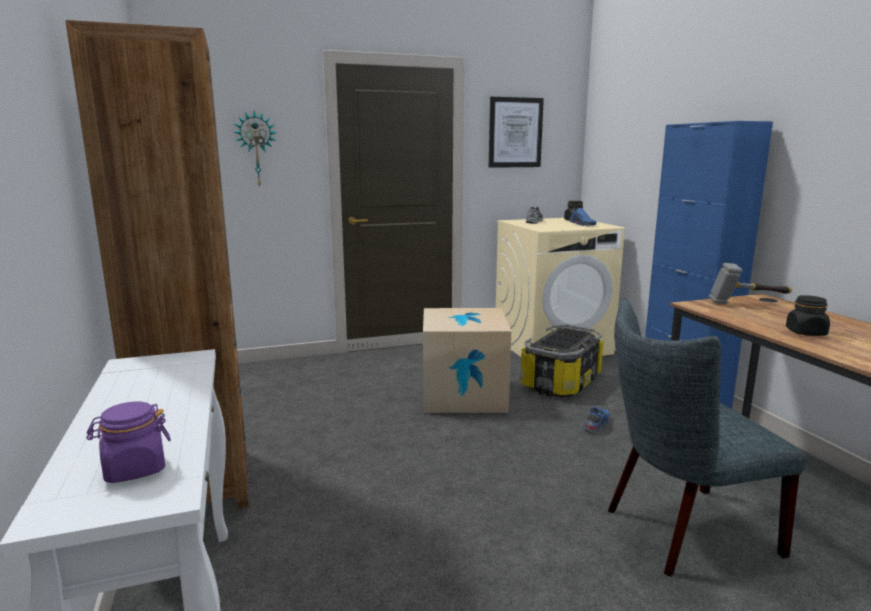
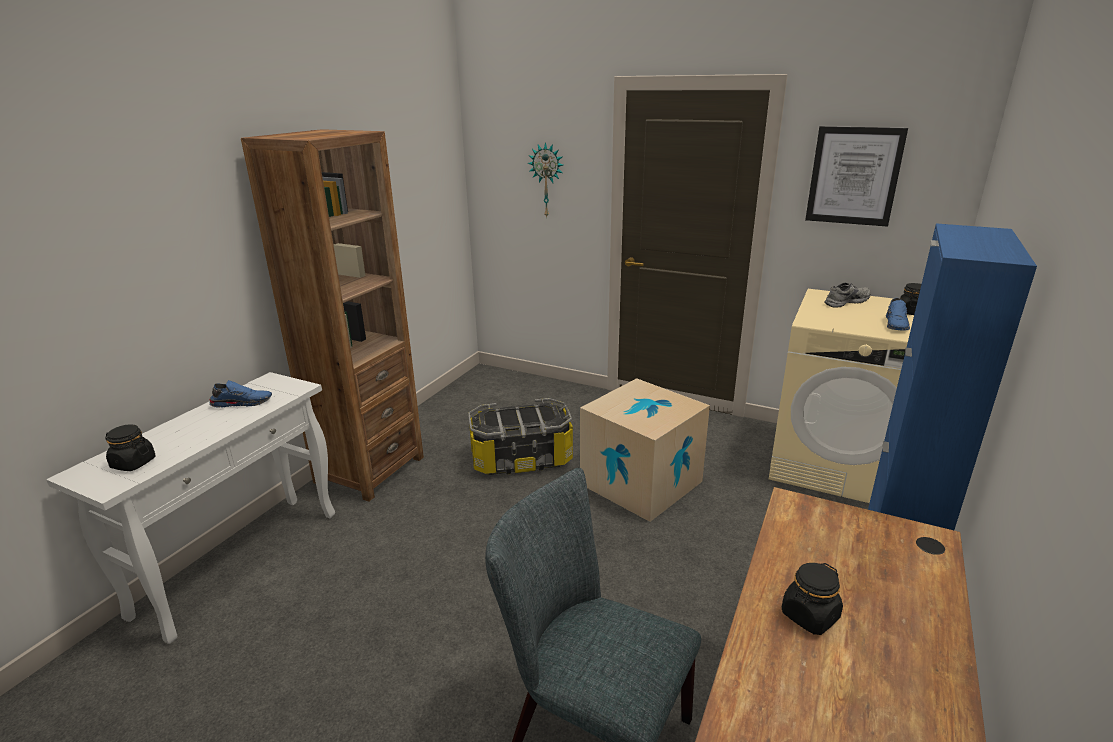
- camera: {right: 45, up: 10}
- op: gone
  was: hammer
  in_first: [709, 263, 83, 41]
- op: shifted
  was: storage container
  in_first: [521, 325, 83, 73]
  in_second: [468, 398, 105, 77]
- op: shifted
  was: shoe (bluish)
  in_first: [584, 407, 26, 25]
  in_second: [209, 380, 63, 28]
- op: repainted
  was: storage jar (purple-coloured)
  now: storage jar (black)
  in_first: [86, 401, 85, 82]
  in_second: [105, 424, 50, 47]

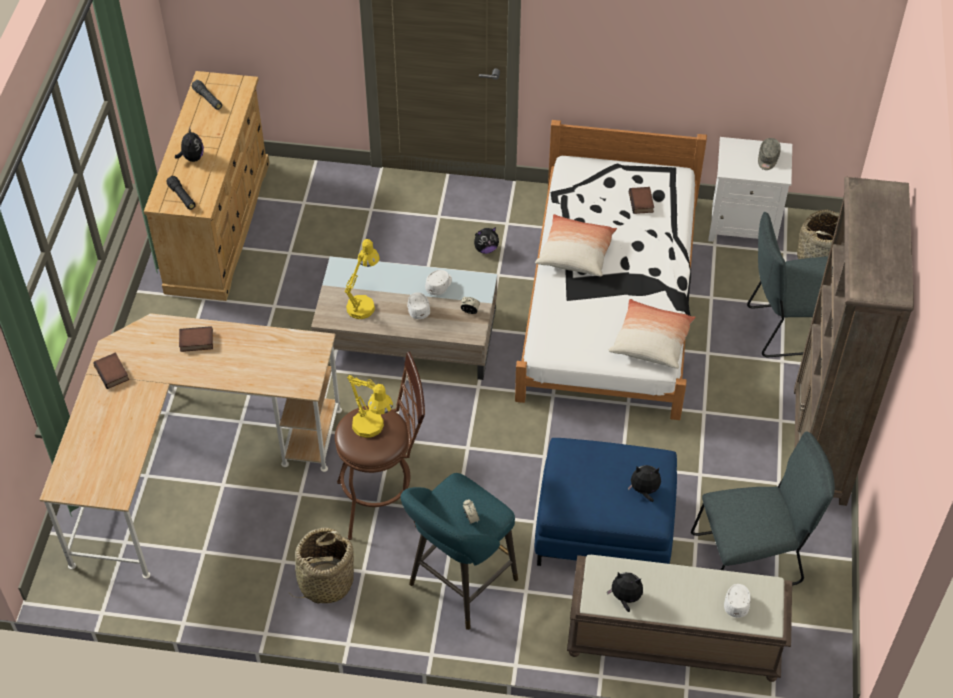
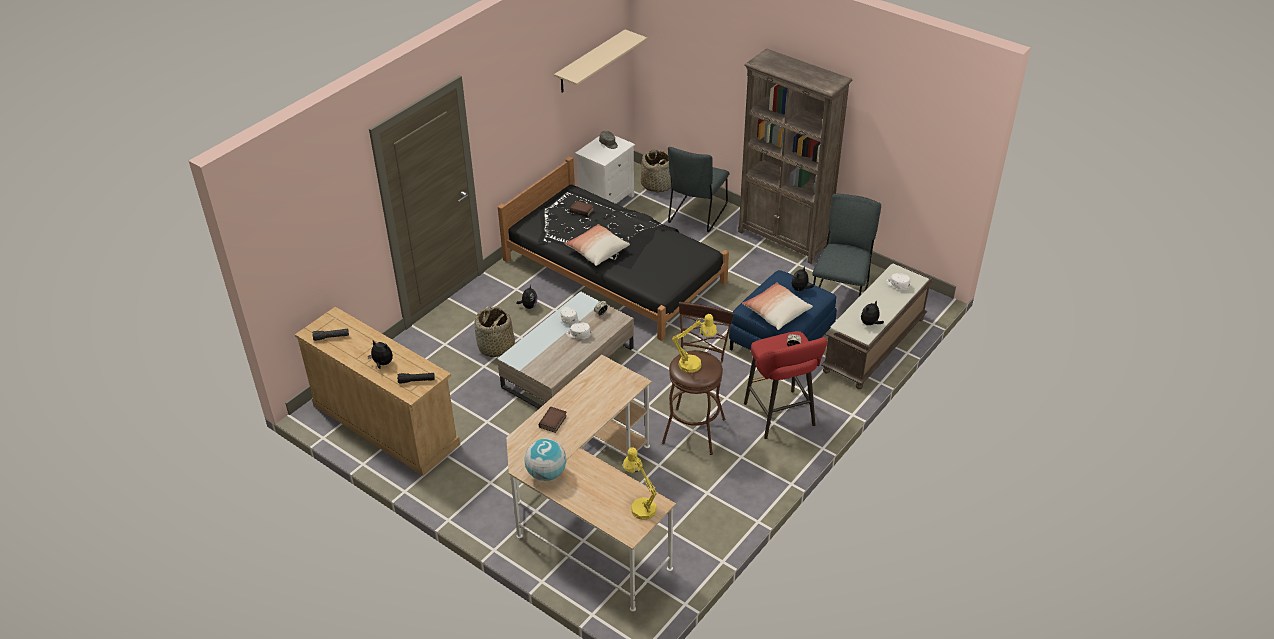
- camera: {right: -60, up: -10}
- op: new
  now: wall shelf (beige-coloured)
  in_second: [554, 29, 93, 64]
- op: shifted
  was: household basket
  in_first: [290, 528, 64, 76]
  in_second: [474, 306, 41, 52]
- op: shifted
  was: table lamp (yellow-coloured)
  in_first: [345, 239, 35, 80]
  in_second: [623, 447, 34, 73]
- op: shifted
  was: cushion
  in_first: [608, 299, 88, 70]
  in_second: [742, 282, 71, 48]
- op: swapped
  was: bound book
  now: world globe
  in_first: [93, 353, 36, 36]
  in_second: [524, 439, 42, 42]
- op: repainted
  was: stool (blue-green)
  now: stool (red-coloured)
  in_first: [401, 473, 117, 157]
  in_second: [744, 331, 83, 108]
- op: repainted
  was: bedroom bed (white-coloured)
  now: bedroom bed (black)
  in_first: [515, 120, 192, 300]
  in_second: [498, 156, 231, 185]

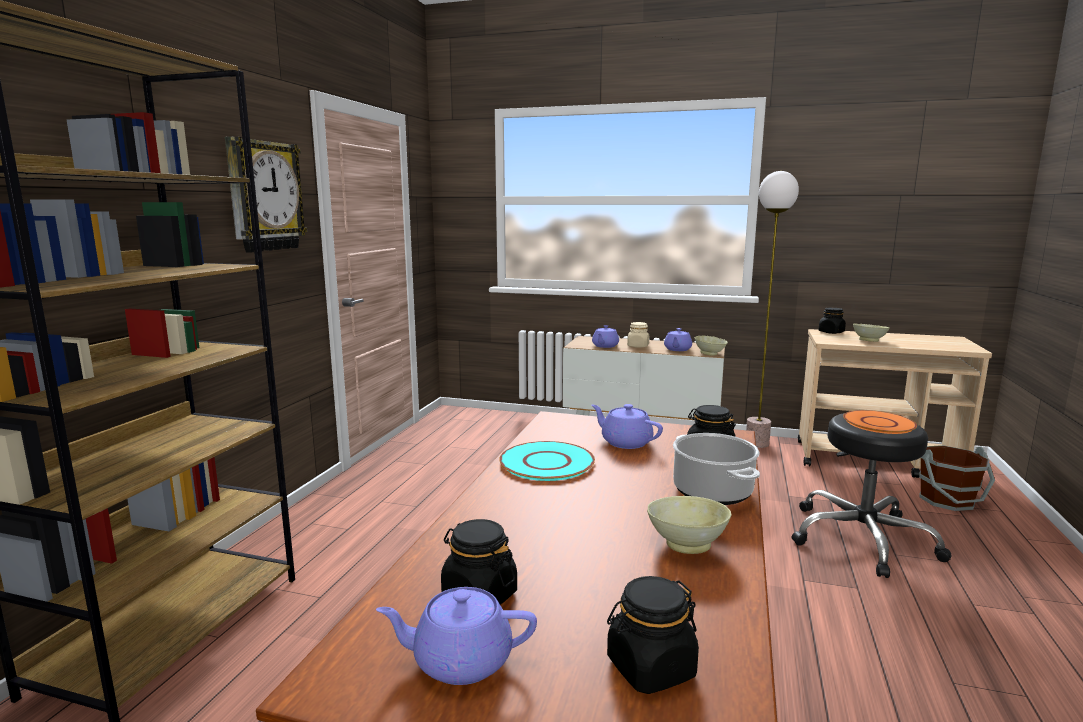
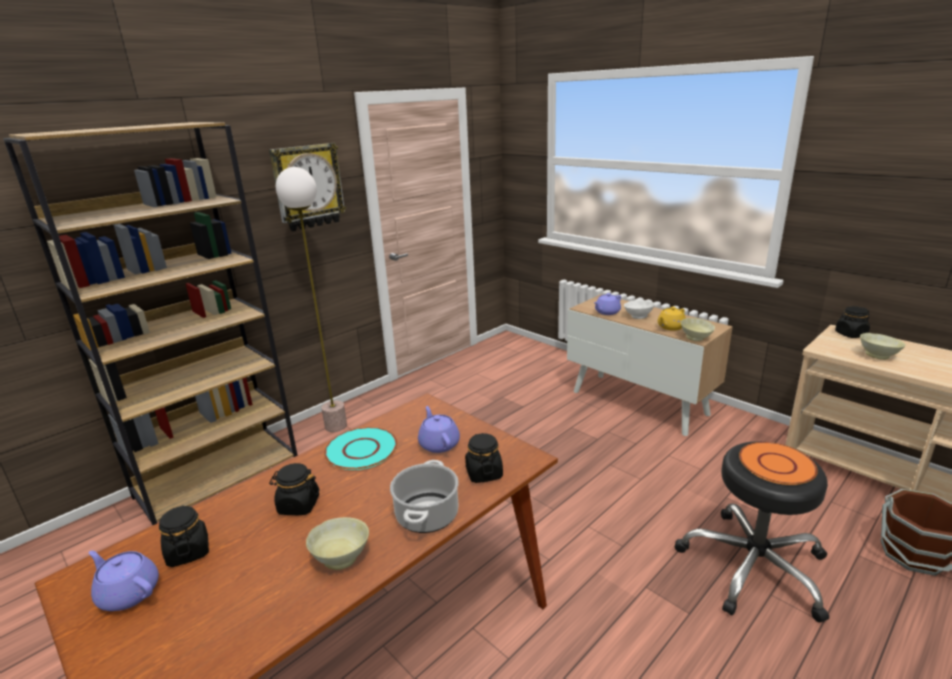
- camera: {right: 30, up: 10}
- op: shifted
  was: storage jar (black)
  in_first: [607, 576, 92, 118]
  in_second: [269, 463, 51, 52]
- op: shifted
  was: standard lamp
  in_first: [746, 171, 53, 277]
  in_second: [276, 167, 71, 265]
- op: swapped
  was: storage jar (beige-coloured)
  now: deep dish (white-coloured)
  in_first: [627, 322, 22, 26]
  in_second: [624, 300, 31, 19]
- op: repainted
  was: pot for tea (purple-coloured)
  now: pot for tea (yellow-coloured)
  in_first: [664, 328, 28, 23]
  in_second: [658, 307, 28, 24]

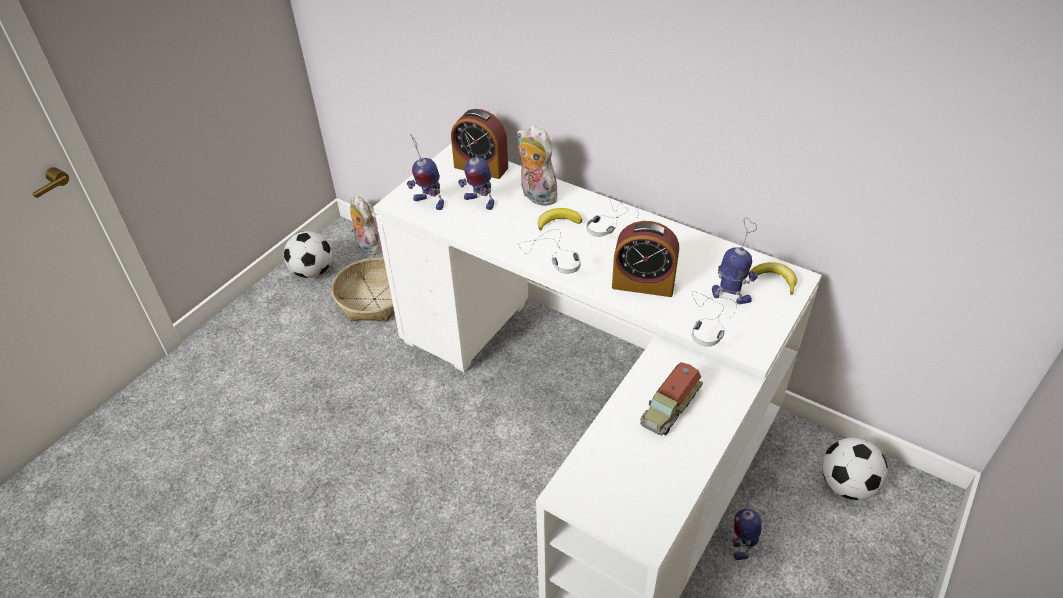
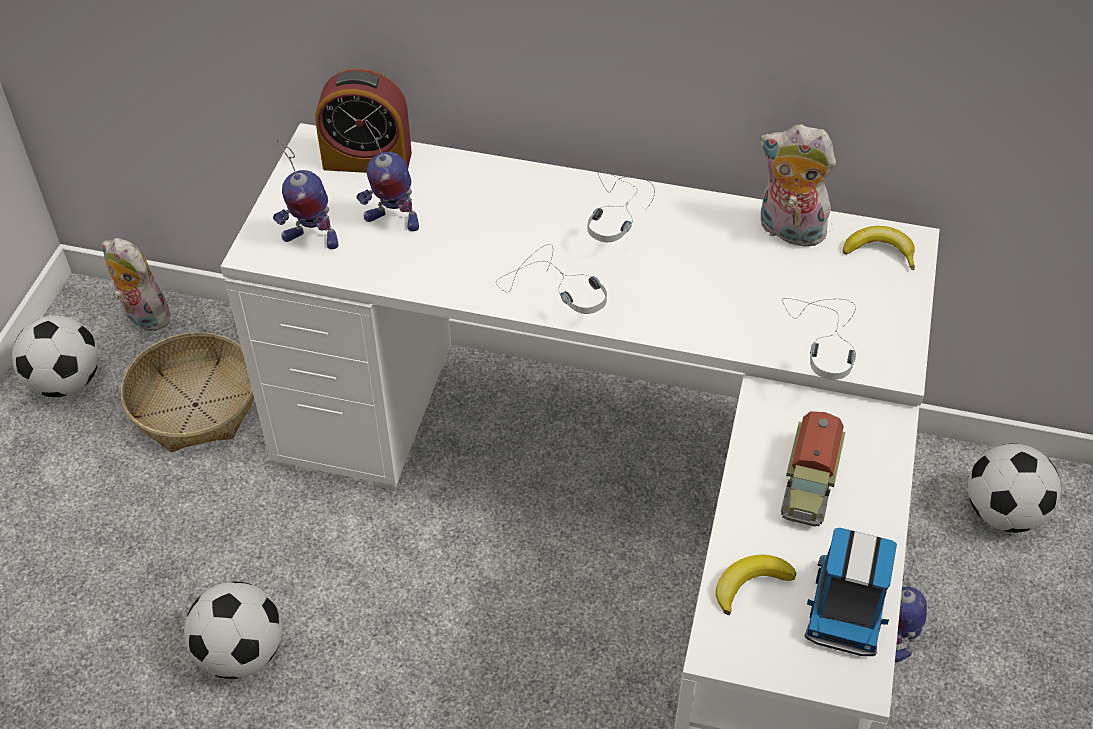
- camera: {right: -20, up: 5}
- op: gone
  was: table clock
  in_first: [612, 221, 67, 76]
- op: gone
  was: robot figure
  in_first: [712, 217, 46, 87]
- op: new
  now: football ball
  in_second: [184, 582, 98, 97]
- op: new
  now: model truck
  in_second: [804, 528, 93, 128]
- op: shifted
  was: soft toy
  in_first: [517, 125, 40, 81]
  in_second: [760, 124, 76, 123]
- op: shifted
  was: banana
  in_first: [538, 208, 44, 22]
  in_second: [716, 555, 80, 60]

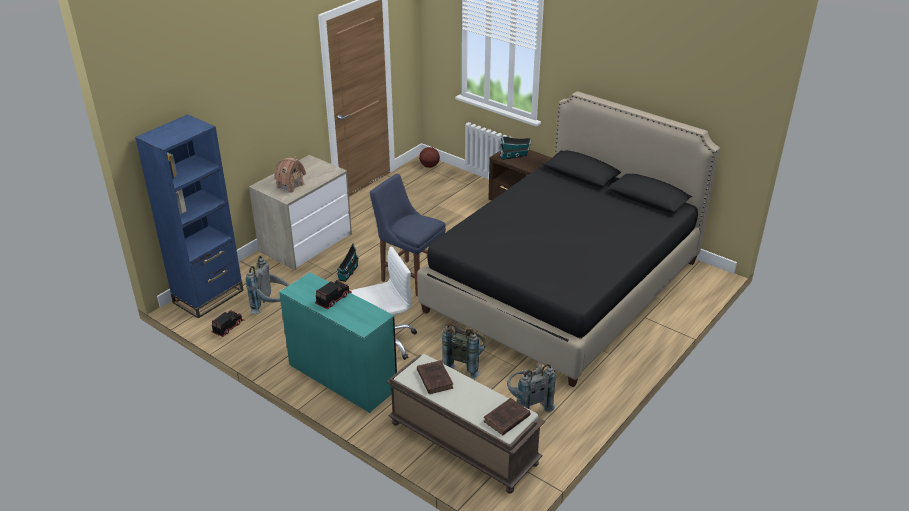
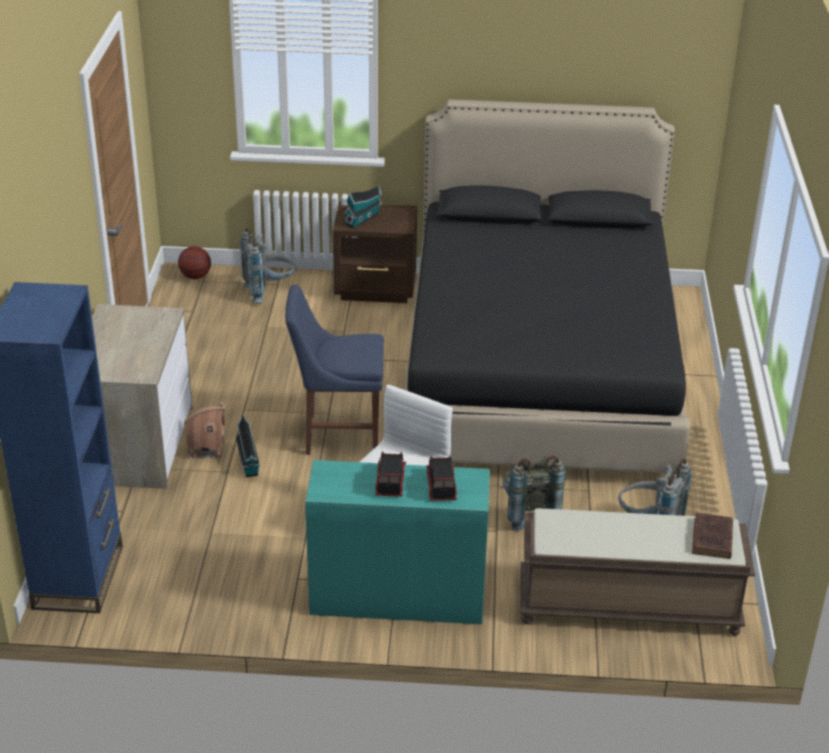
- camera: {right: -35, up: 0}
- op: gone
  was: bound book (brown)
  in_first: [417, 360, 36, 34]
- op: shifted
  was: model truck
  in_first: [212, 310, 33, 27]
  in_second: [426, 455, 31, 46]
- op: shifted
  was: knapsack (greyish)
  in_first: [246, 256, 44, 58]
  in_second: [240, 228, 56, 75]
- op: shifted
  was: model house
  in_first: [274, 156, 32, 37]
  in_second: [184, 402, 42, 57]

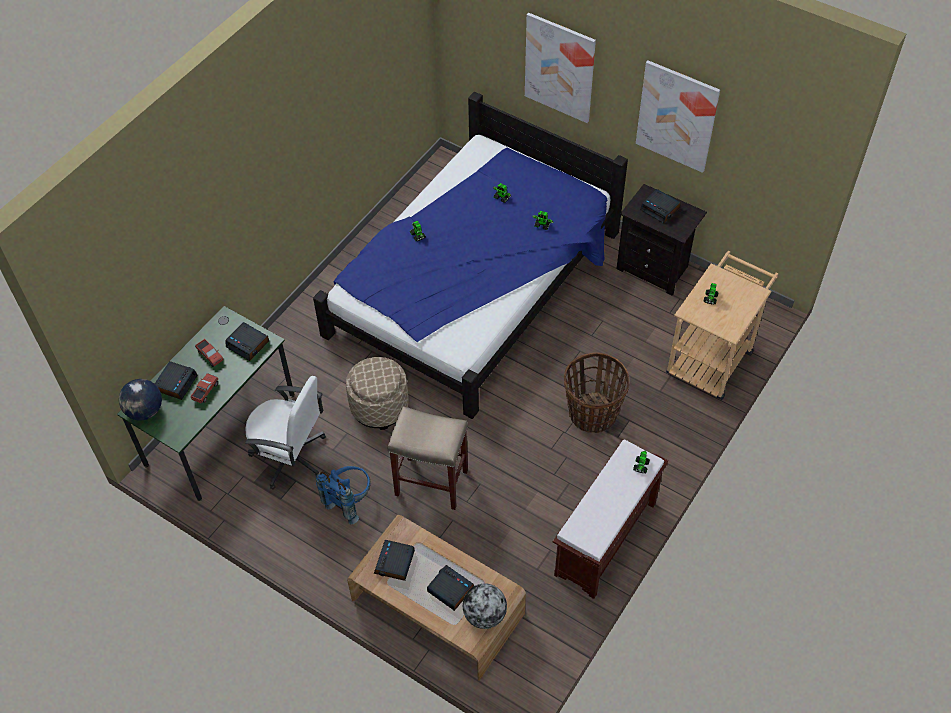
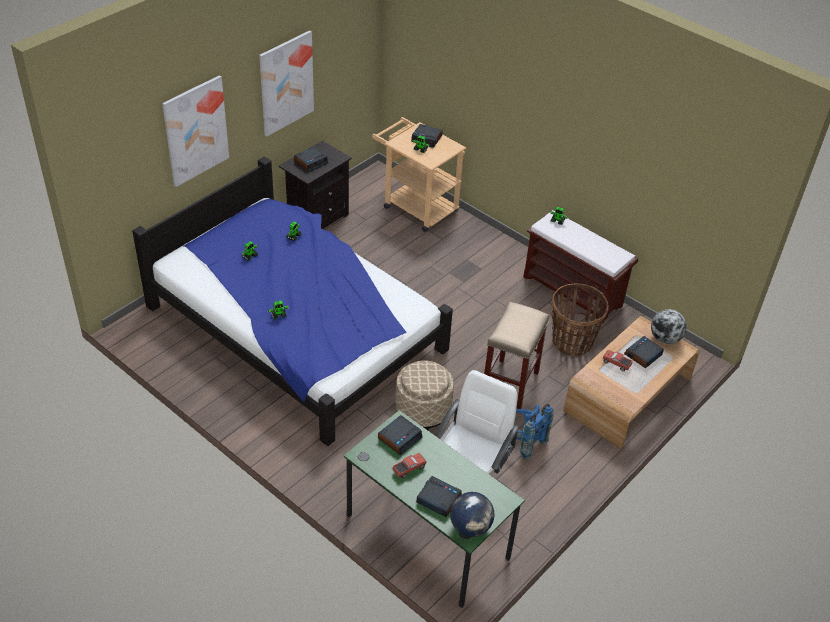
- camera: {right: -85, up: -10}
- op: shifted
  was: model truck
  in_first: [191, 373, 27, 31]
  in_second: [603, 350, 30, 21]
- op: shifted
  was: table clock
  in_first: [374, 540, 41, 41]
  in_second: [411, 124, 32, 24]
- op: shifted
  was: household basket
  in_first: [564, 353, 65, 80]
  in_second: [552, 284, 57, 73]

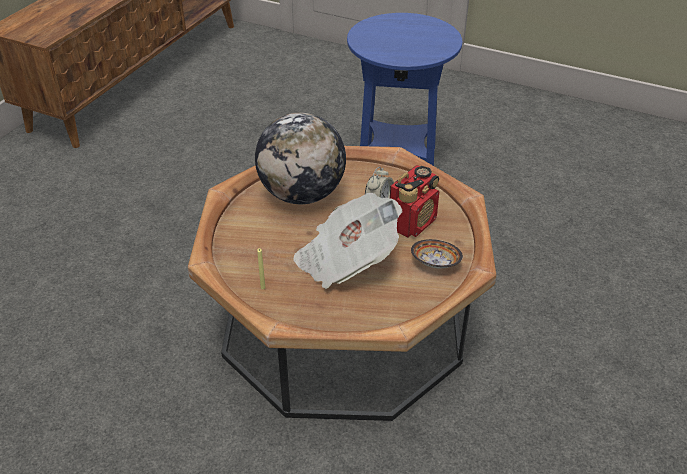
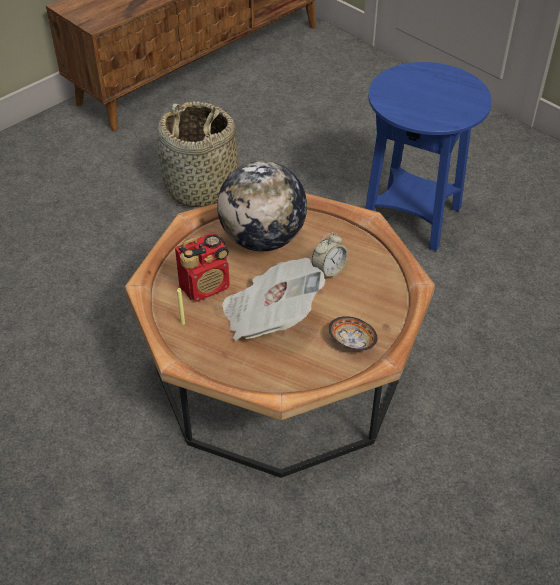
- camera: {right: 20, up: 5}
- op: new
  now: household basket
  in_second: [157, 101, 83, 107]
- op: shifted
  was: radio set
  in_first: [390, 165, 49, 72]
  in_second: [175, 232, 55, 70]

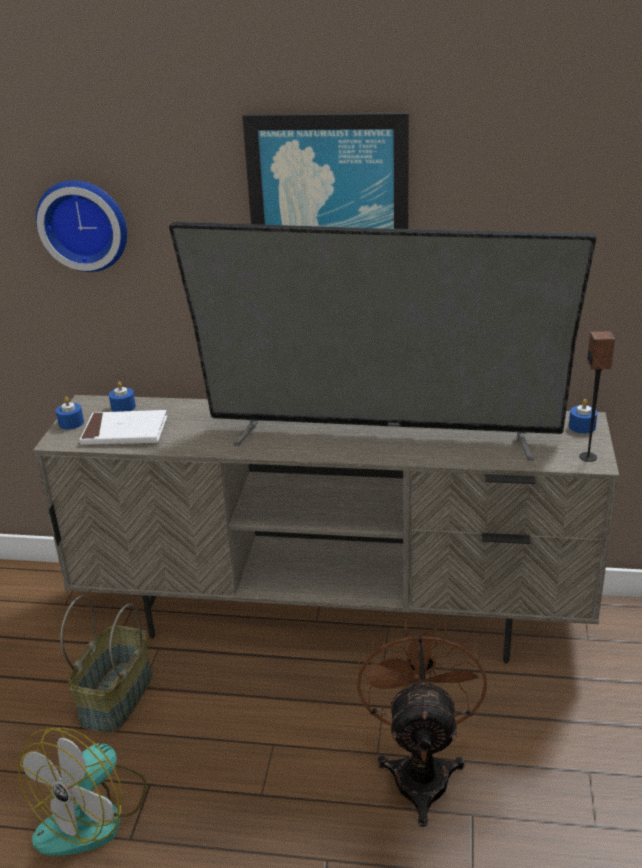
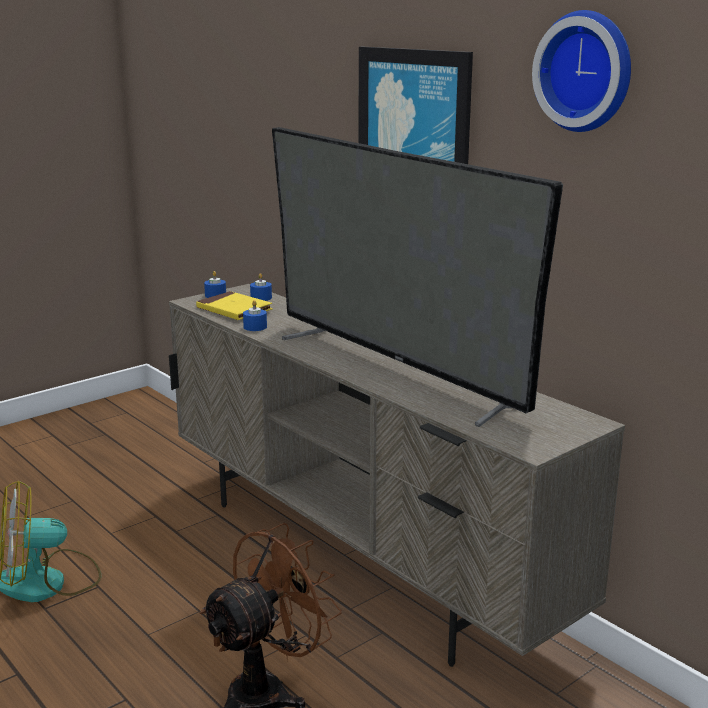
- camera: {right: 40, up: -10}
- op: gone
  was: household basket
  in_first: [60, 596, 92, 137]
- op: gone
  was: speaker
  in_first: [579, 331, 36, 131]
- op: shifted
  was: wall clock
  in_first: [36, 180, 91, 92]
  in_second: [532, 10, 99, 122]
- op: shifted
  was: wax candle (bluish)
  in_first: [569, 399, 29, 35]
  in_second: [243, 300, 24, 31]
- op: repainted
  was: bound book (white-coloured)
  now: bound book (yellow-coloured)
  in_first: [80, 410, 87, 35]
  in_second: [196, 291, 77, 29]

